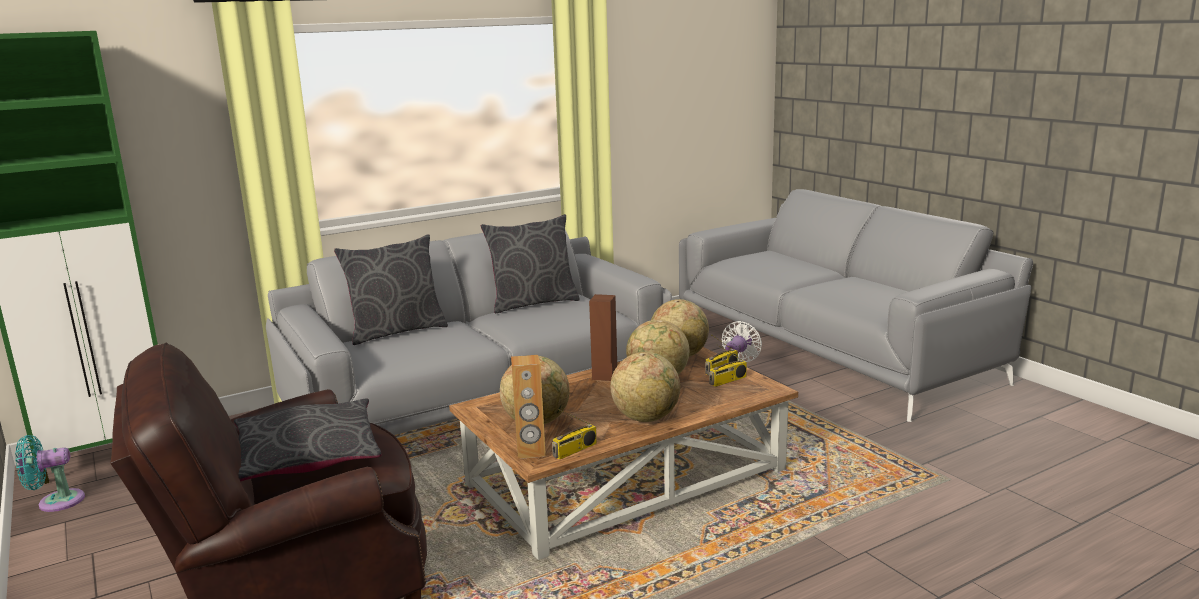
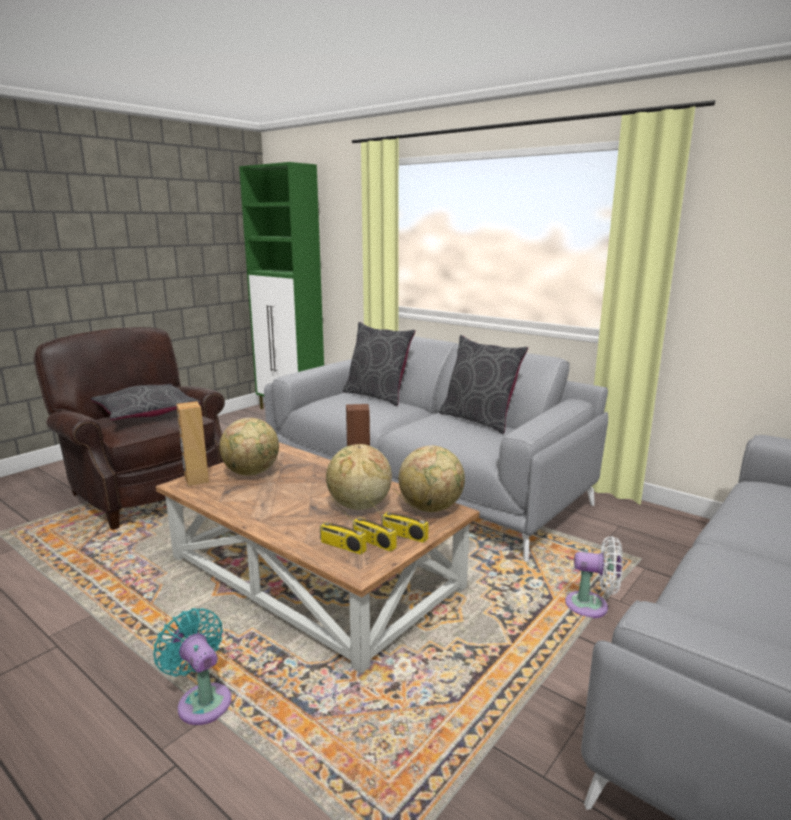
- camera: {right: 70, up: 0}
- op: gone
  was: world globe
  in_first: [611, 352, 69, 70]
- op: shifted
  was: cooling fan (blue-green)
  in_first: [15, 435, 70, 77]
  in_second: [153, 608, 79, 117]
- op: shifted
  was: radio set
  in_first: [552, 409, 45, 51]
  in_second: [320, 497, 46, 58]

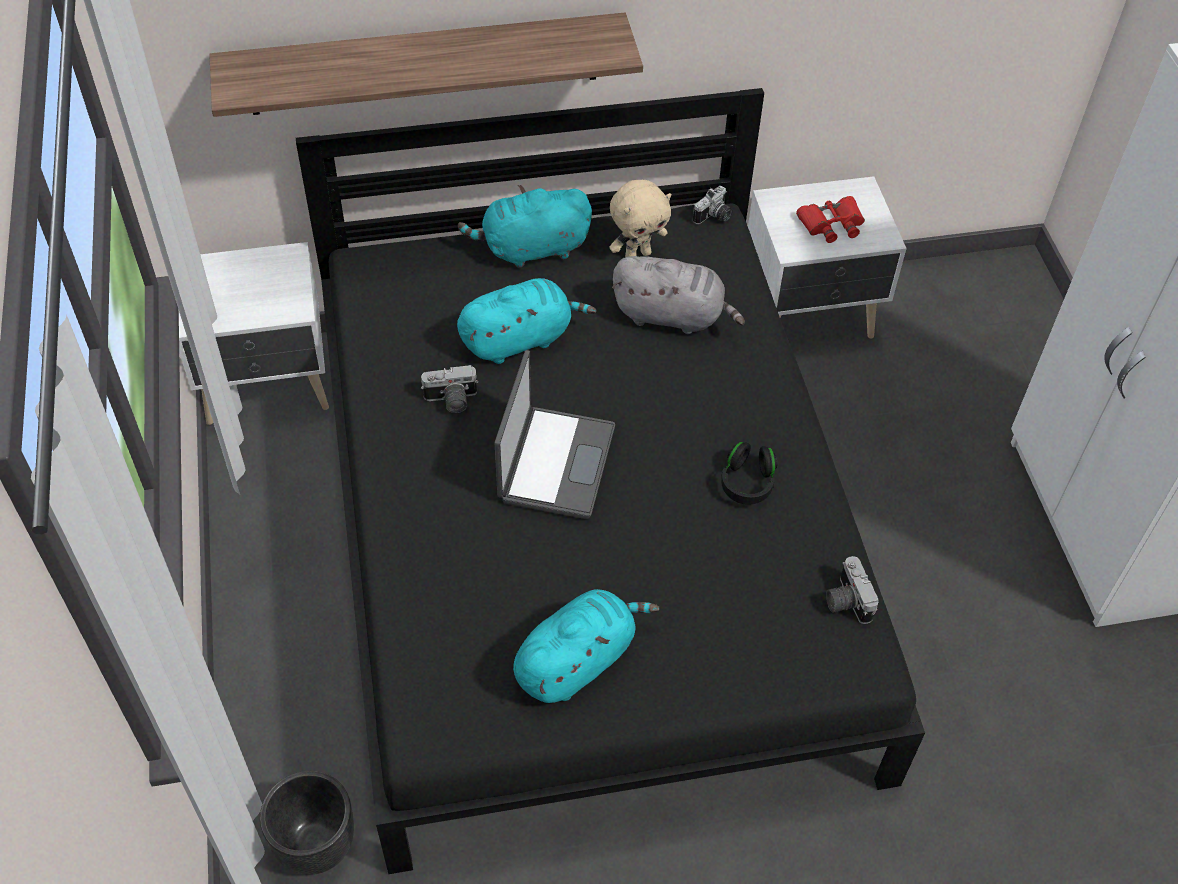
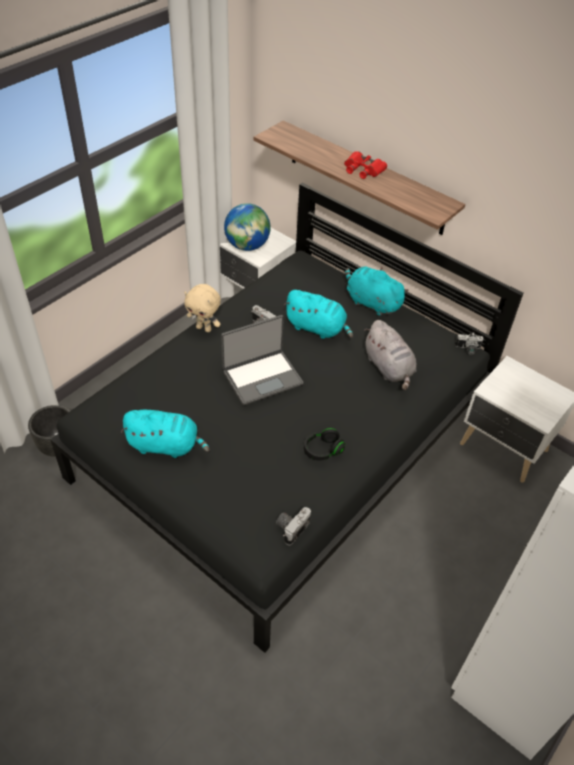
- camera: {right: 50, up: -5}
- op: new
  now: world globe
  in_second: [224, 203, 47, 48]
- op: shifted
  was: soft toy (beige-coloured)
  in_first: [609, 180, 62, 77]
  in_second: [184, 284, 37, 48]
- op: shifted
  was: binoculars (red-coloured)
  in_first: [796, 196, 69, 47]
  in_second: [344, 151, 43, 28]

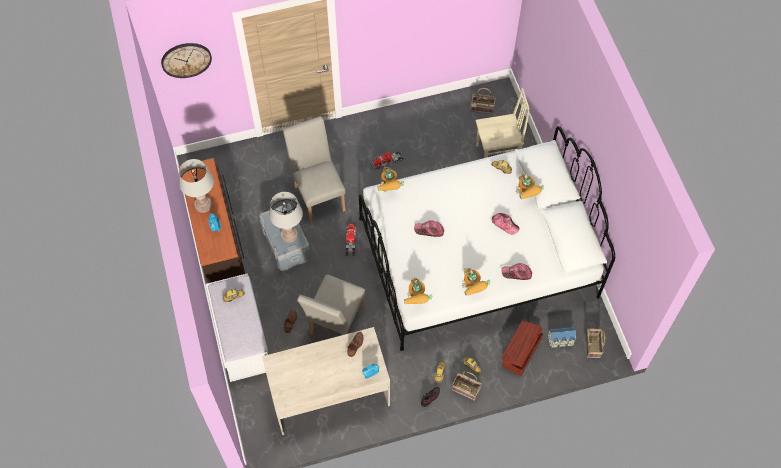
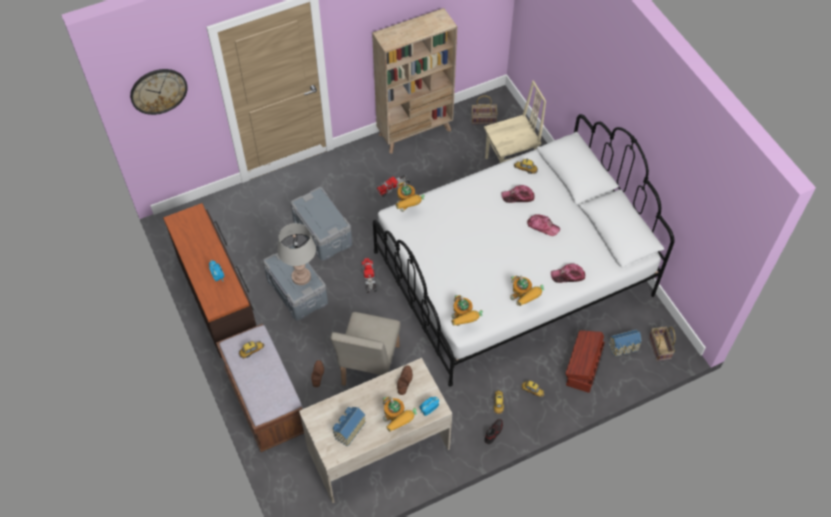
- camera: {right: -10, up: -5}
- op: gone
  was: table lamp (greyish)
  in_first: [179, 159, 35, 54]
- op: gone
  was: household basket
  in_first: [452, 371, 30, 30]
- op: new
  now: model house
  in_second: [333, 407, 33, 40]
- op: new
  now: bookshelf (beige-coloured)
  in_second: [372, 8, 85, 146]
- op: shifted
  was: baseball cap
  in_first: [414, 220, 30, 17]
  in_second: [501, 185, 34, 18]
- op: shifted
  was: robot figure
  in_first: [516, 174, 28, 25]
  in_second: [383, 397, 34, 35]
- op: swapped
  was: plain chair (beige-coloured)
  now: storage container (greyish)
  in_first: [283, 116, 63, 107]
  in_second: [291, 187, 61, 74]
- op: repainted
  was: bench (white-coloured)
  now: bench (brown)
  in_first: [206, 273, 62, 109]
  in_second: [216, 324, 88, 128]

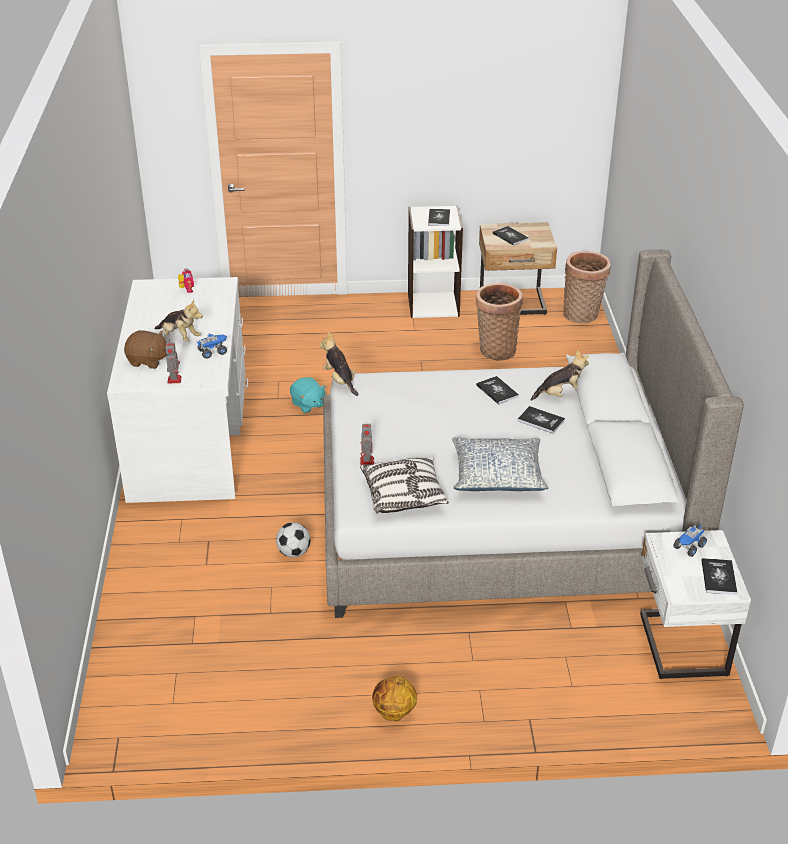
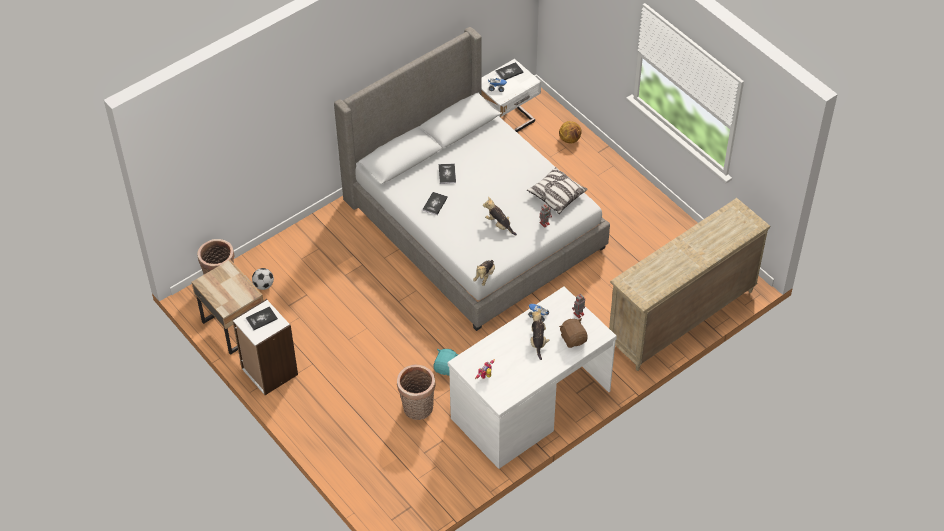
- camera: {right: -125, up: 15}
- op: gone
  was: cushion
  in_first: [452, 437, 97, 54]
- op: gone
  was: bound book
  in_first: [492, 226, 37, 20]
- op: new
  now: dresser (beige-coloured)
  in_second: [609, 198, 161, 173]
- op: shifted
  was: football ball
  in_first: [276, 522, 34, 36]
  in_second: [252, 268, 22, 22]
- op: shifted
  was: basketball
  in_first: [372, 676, 45, 45]
  in_second: [559, 121, 23, 23]
- op: shifted
  was: household basket
  in_first: [476, 283, 47, 78]
  in_second: [397, 365, 38, 55]
- op: shifted
  was: soft toy
  in_first: [530, 350, 59, 51]
  in_second: [483, 197, 34, 38]

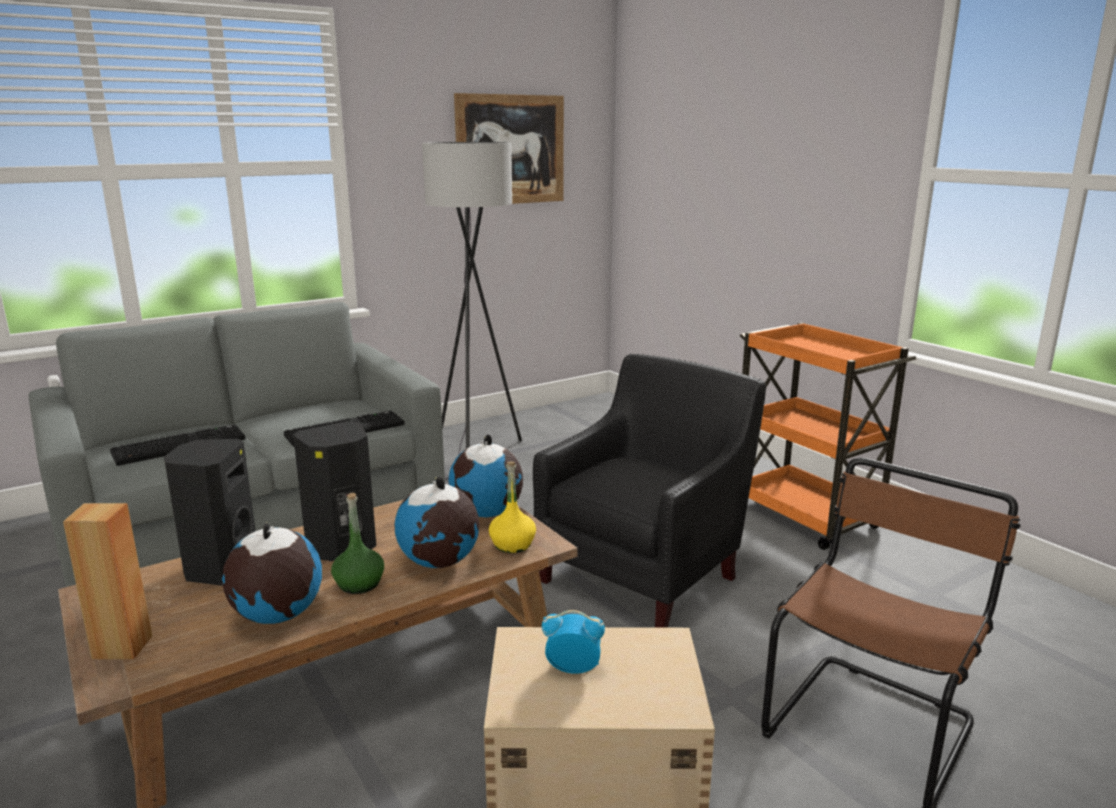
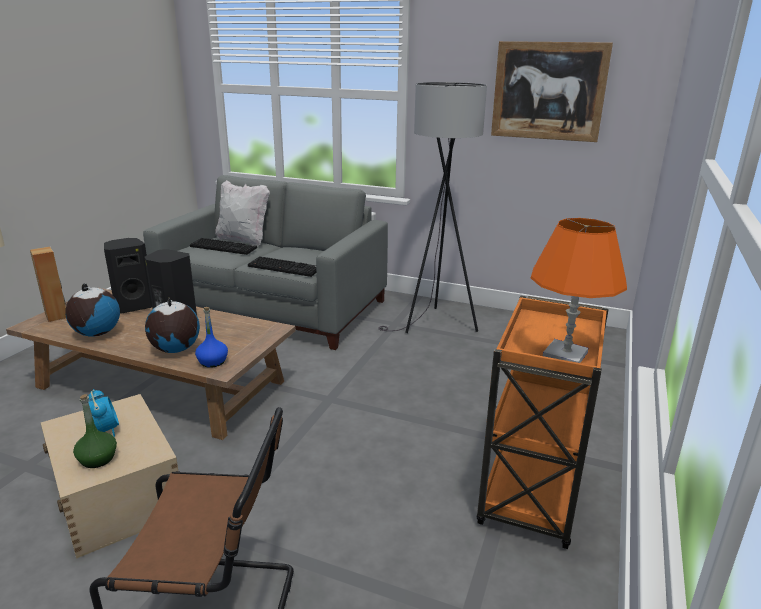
- camera: {right: 55, up: 5}
- op: gone
  was: world globe
  in_first: [449, 434, 74, 83]
- op: gone
  was: armchair (black)
  in_first: [533, 354, 233, 274]
- op: new
  now: cushion (white-coloured)
  in_second: [215, 180, 55, 66]
- op: new
  now: table lamp (orange)
  in_second: [531, 218, 96, 145]
- op: shifted
  was: drink bottle (green-coloured)
  in_first: [331, 493, 53, 101]
  in_second: [73, 394, 44, 74]
- op: repainted
  was: drink bottle (yellow-coloured)
  now: drink bottle (bluish)
  in_first: [489, 462, 47, 91]
  in_second: [195, 307, 33, 61]

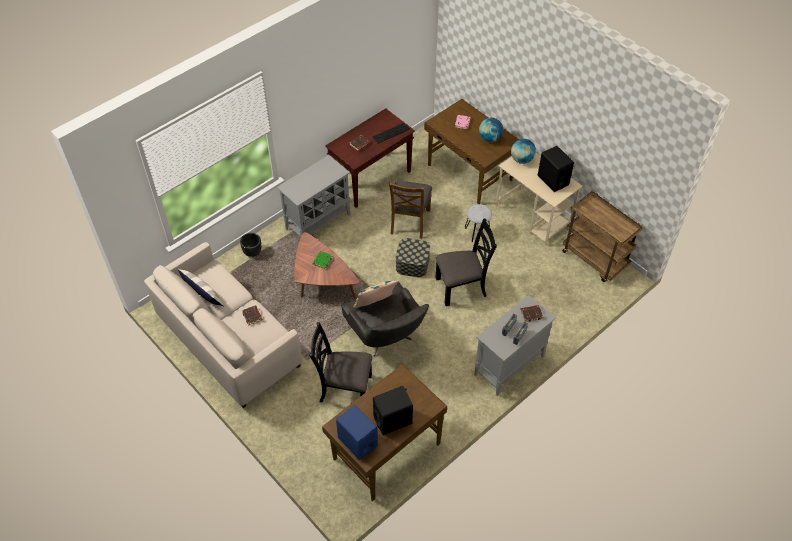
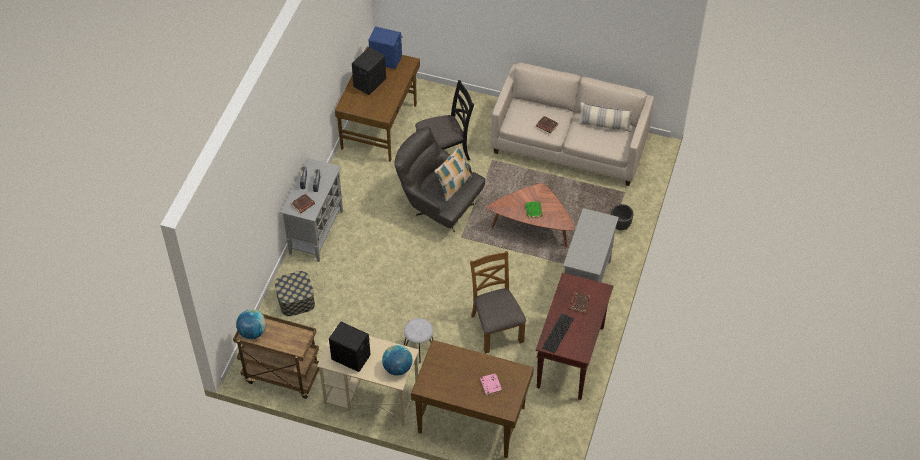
- camera: {right: 150, up: 0}
- op: gone
  was: plain chair (black)
  in_first: [436, 219, 61, 87]
- op: shifted
  was: storage container
  in_first: [396, 238, 34, 40]
  in_second: [275, 271, 40, 45]
- op: shifted
  was: world globe
  in_first: [479, 118, 24, 24]
  in_second: [236, 309, 30, 30]

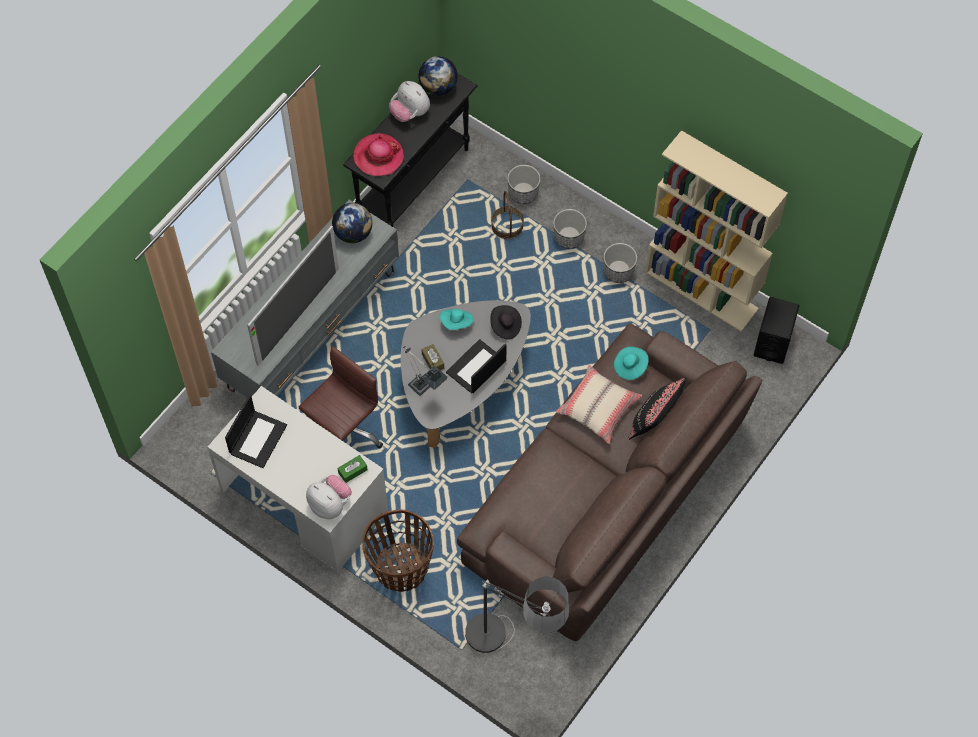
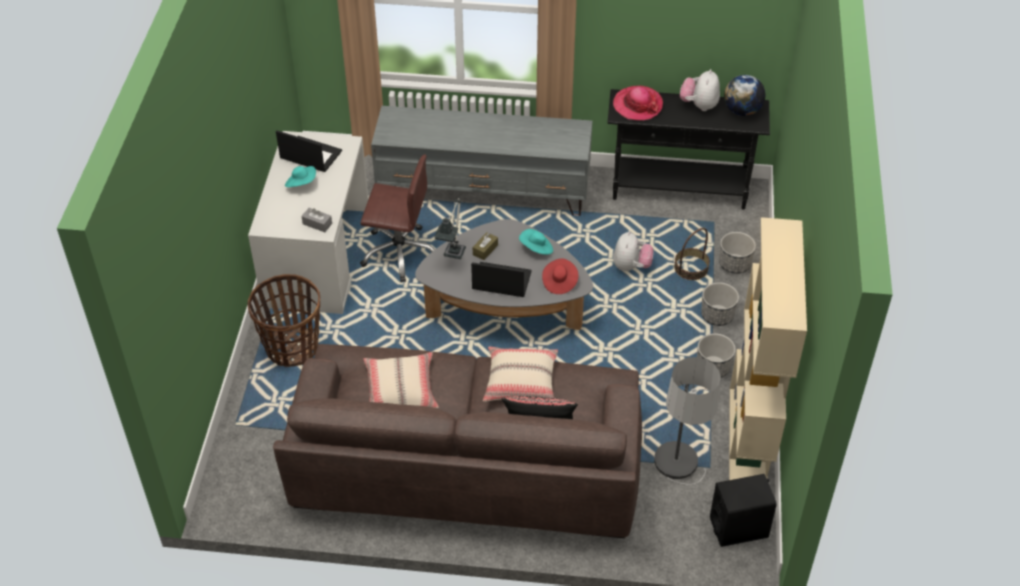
- camera: {right: 60, up: -15}
- op: gone
  was: television
  in_first: [247, 225, 92, 140]
- op: gone
  was: world globe
  in_first: [332, 203, 40, 40]
- op: new
  now: cushion (beige-coloured)
  in_second: [363, 352, 76, 56]
- op: shifted
  was: soft toy
  in_first: [306, 475, 46, 44]
  in_second: [613, 231, 40, 40]
- op: shifted
  was: standard lamp
  in_first: [465, 577, 104, 76]
  in_second: [654, 357, 67, 128]
- op: shifted
  was: hat (blue-green)
  in_first: [614, 347, 35, 33]
  in_second: [285, 166, 31, 21]
- op: repainted
  was: tissue holder (green-coloured)
  now: tissue holder (greyish)
  in_first: [337, 455, 31, 28]
  in_second: [302, 208, 30, 24]
- op: repainted
  was: hat (black)
  now: hat (red-coloured)
  in_first: [490, 305, 32, 35]
  in_second: [542, 258, 37, 36]
- op: rotated
  was: notebook computer
  in_first: [225, 395, 62, 73]
  in_second: [276, 130, 66, 42]
  clockwise: -150

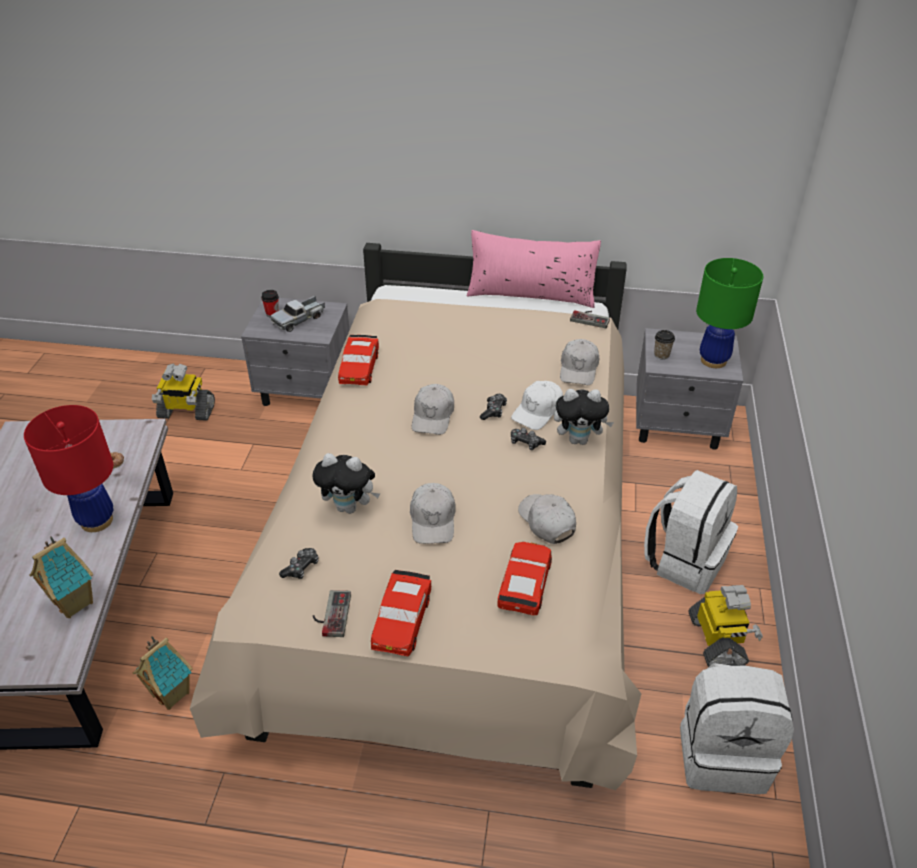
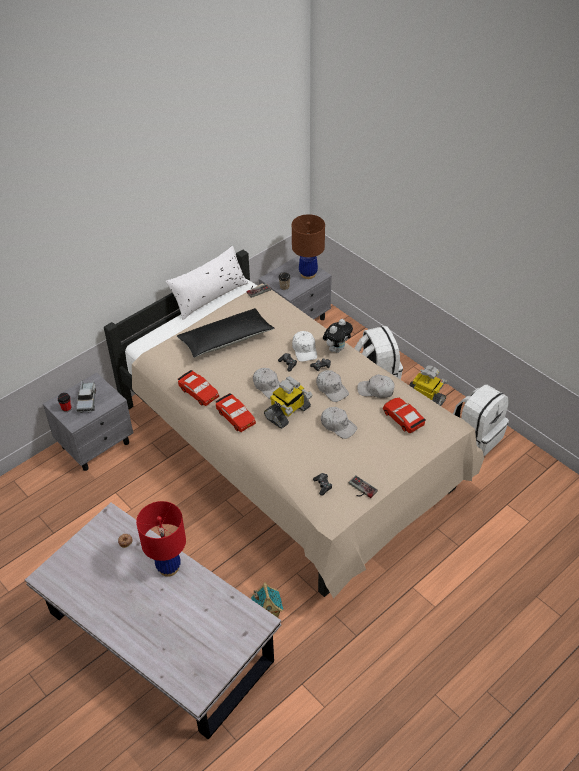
- camera: {right: -50, up: 5}
- op: gone
  was: model house
  in_first: [29, 536, 64, 82]
- op: gone
  was: soft toy
  in_first: [312, 453, 68, 61]
- op: new
  now: cushion (black)
  in_second: [177, 308, 98, 50]
- op: shifted
  was: robot figure
  in_first: [152, 364, 63, 57]
  in_second: [264, 376, 48, 53]
- op: shifted
  was: model car (red-coloured)
  in_first: [371, 570, 60, 87]
  in_second: [216, 393, 40, 39]
- op: shifted
  was: baseball cap (white-coloured)
  in_first: [560, 339, 39, 46]
  in_second: [316, 370, 33, 32]
- op: repainted
  was: cushion (pink-coloured)
  now: cushion (white-coloured)
  in_first: [467, 230, 134, 78]
  in_second: [166, 245, 82, 75]
- op: repainted
  was: table lamp (green-coloured)
  now: table lamp (brown)
  in_first: [696, 258, 67, 110]
  in_second: [292, 214, 33, 65]

